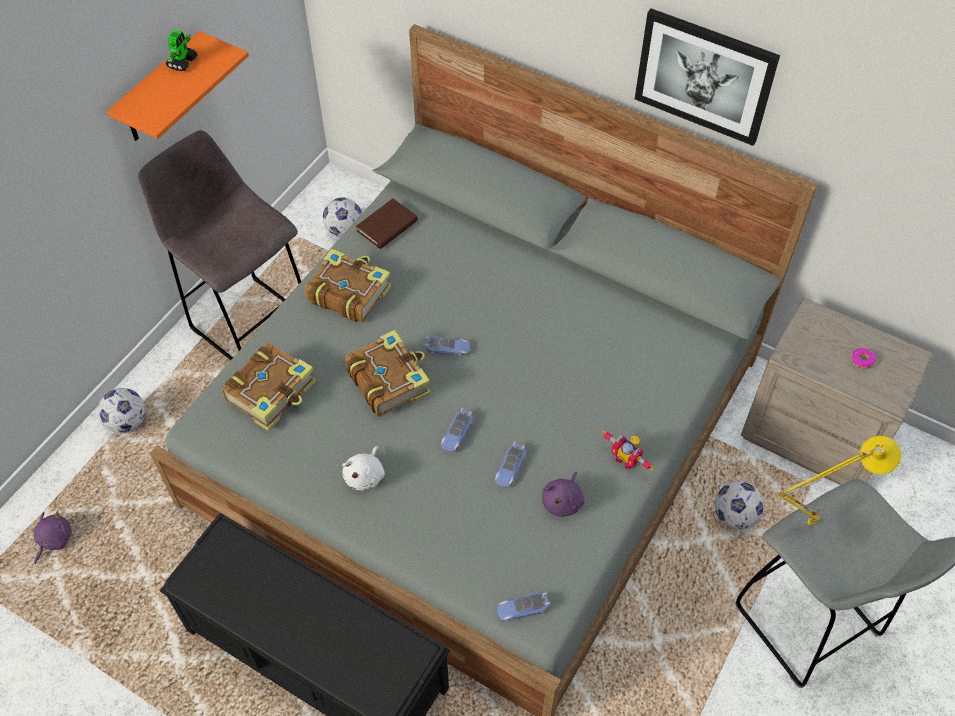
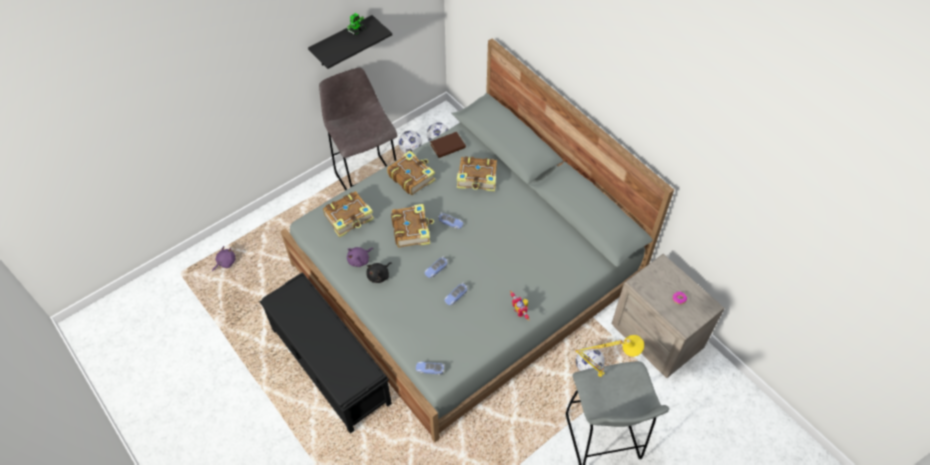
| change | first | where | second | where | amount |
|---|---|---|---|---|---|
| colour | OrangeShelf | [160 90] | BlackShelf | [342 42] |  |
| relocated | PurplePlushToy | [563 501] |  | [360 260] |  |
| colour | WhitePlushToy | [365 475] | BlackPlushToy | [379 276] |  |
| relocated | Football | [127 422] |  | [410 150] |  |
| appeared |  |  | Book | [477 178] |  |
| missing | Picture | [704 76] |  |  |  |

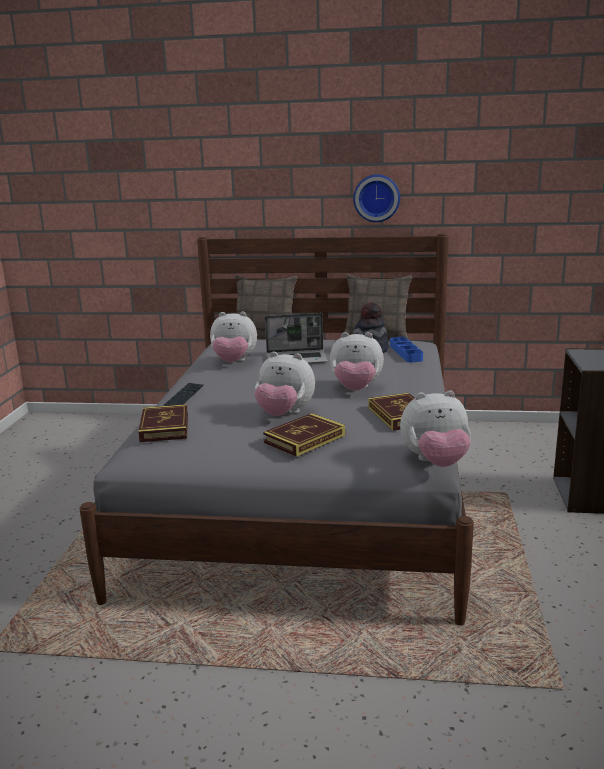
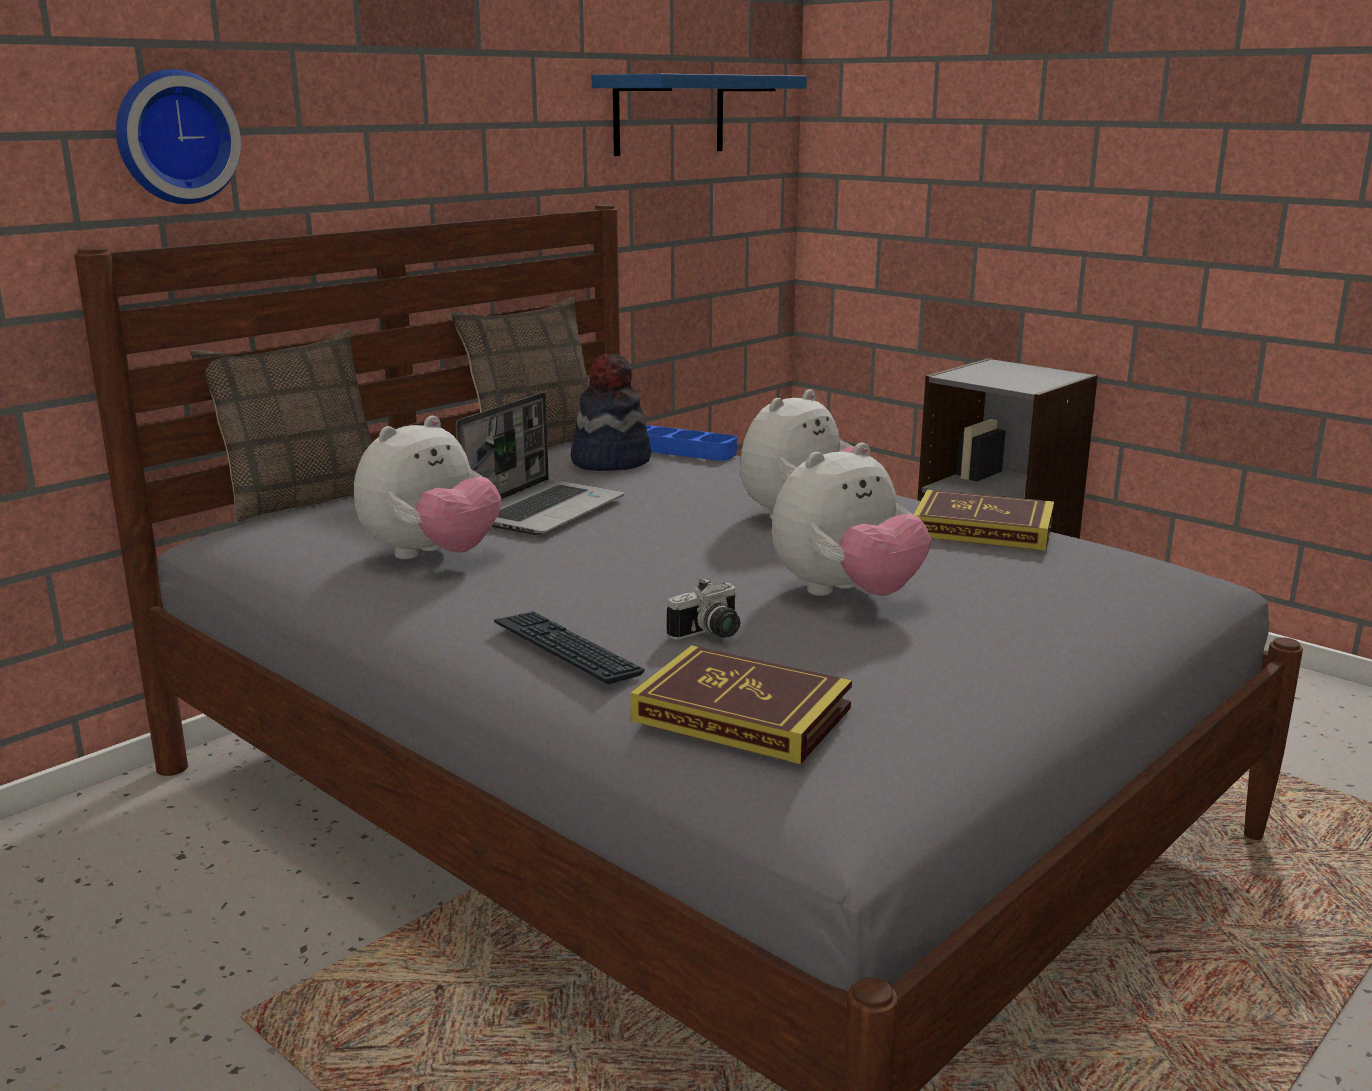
| change | first | where | second | where | amount |
|---|---|---|---|---|---|
| relocated | WallClock | [376 198] |  | [174 137] |  |
| appeared |  |  | BlueShelf | [669 114] |  |
| appeared |  |  | PhotoCamera | [710 634] |  |
| missing | Book | [304 439] |  |  |  |
| missing | PlushToy | [435 462] |  |  |  |

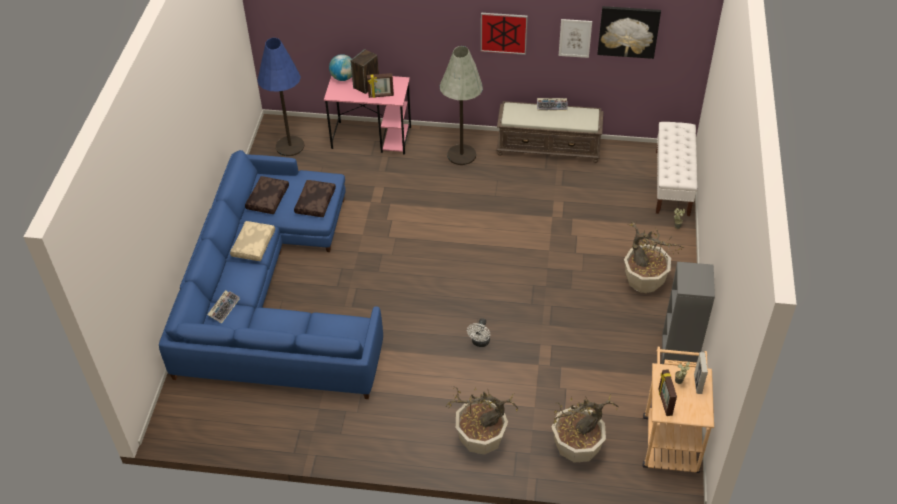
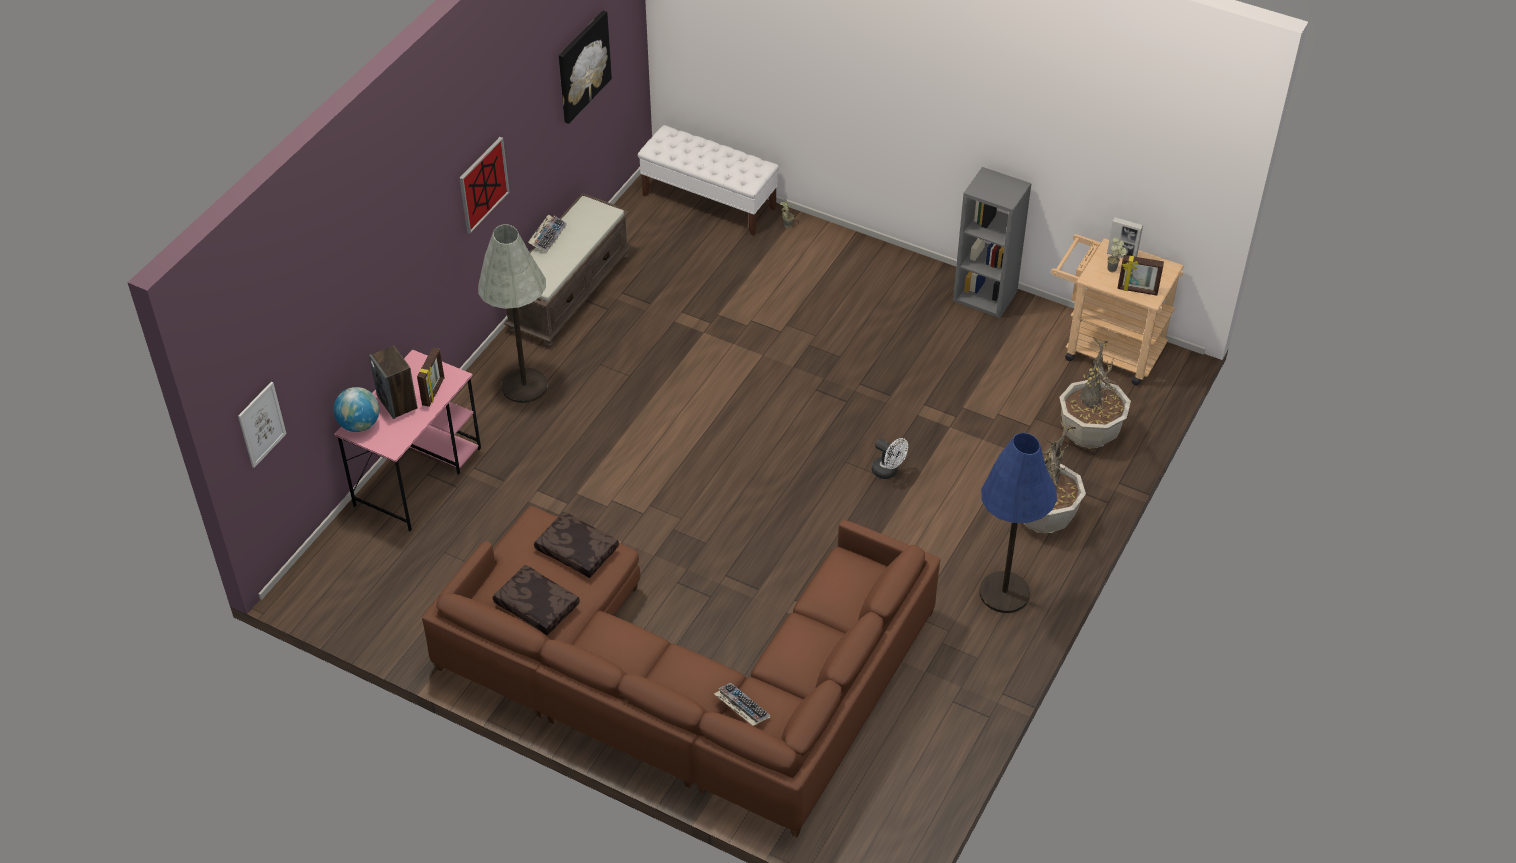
| change | first | where | second | where | amount |
|---|---|---|---|---|---|
| relocated | Picture | [575 38] |  | [261 424] |  |
| colour | BlueSofa | [271 294] | BrownSofa | [685 678] |  |
| relocated | BlueFloorLamp | [290 146] |  | [1004 593] |  |
| missing | BeigePillow | [253 244] |  |  |  |
| missing | PottedPlant | [644 282] |  |  |  |

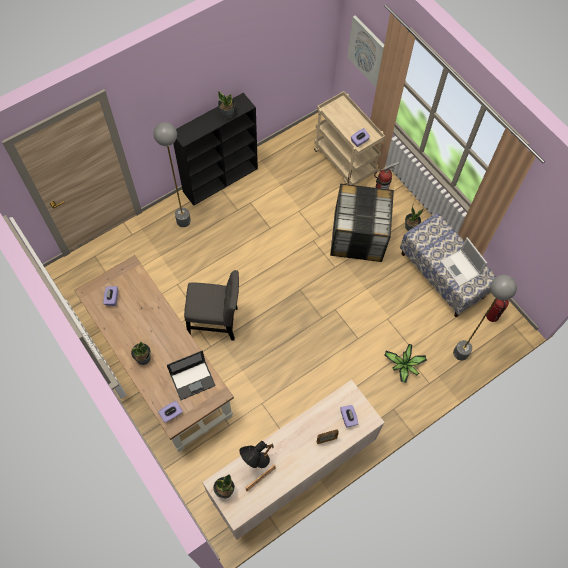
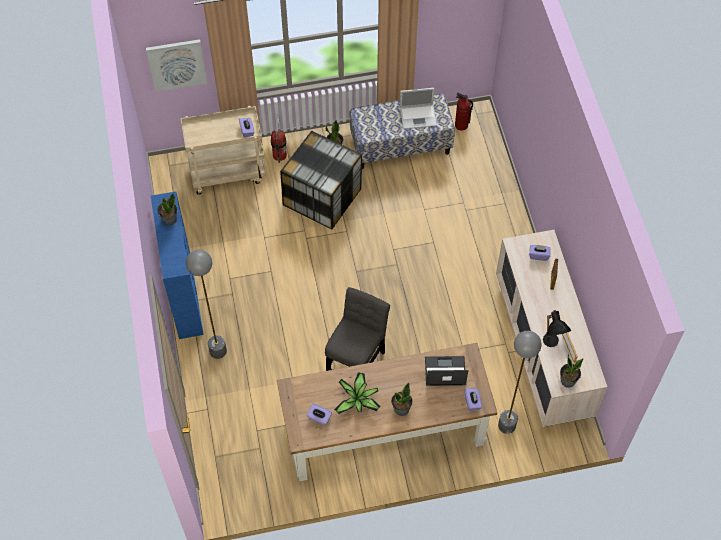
| change | first | where | second | where | amount |
|---|---|---|---|---|---|
| colour | BlackBookcase | [221 179] | BlueBookcase | [184 296] |  |
| relocated | PottedPlant | [404 365] |  | [358 400] |  |
| spun | Laptop | [193 379] |  | [444 371] | 90 degrees counterclockwise |
| relocated | GreyFloorLamp | [460 353] |  | [506 425] |  |

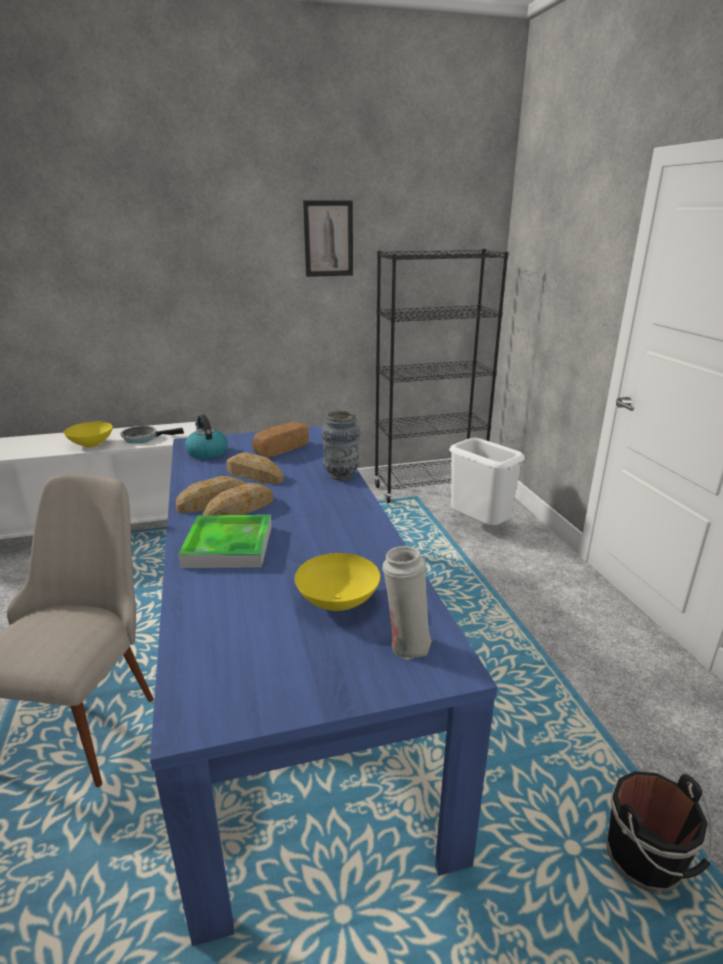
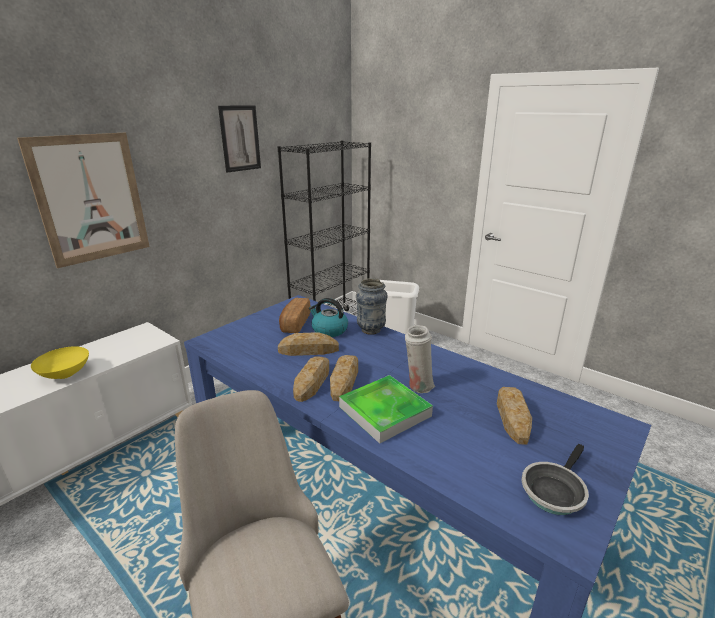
| change | first | where | second | where | amount |
|---|---|---|---|---|---|
| appeared |  |  | Picture | [91 199] |  |
| relocated | Kettle | [207 452] |  | [329 330] |  |
| relocated | WhiteVase | [406 644] |  | [418 386] |  |
| exchanged | YellowBowl | [337 602] | Bread | [512 417] |  |
| relocated | FryingPan | [143 438] |  | [553 490] |  |
| missing | BlackBucket | [646 862] |  |  |  |

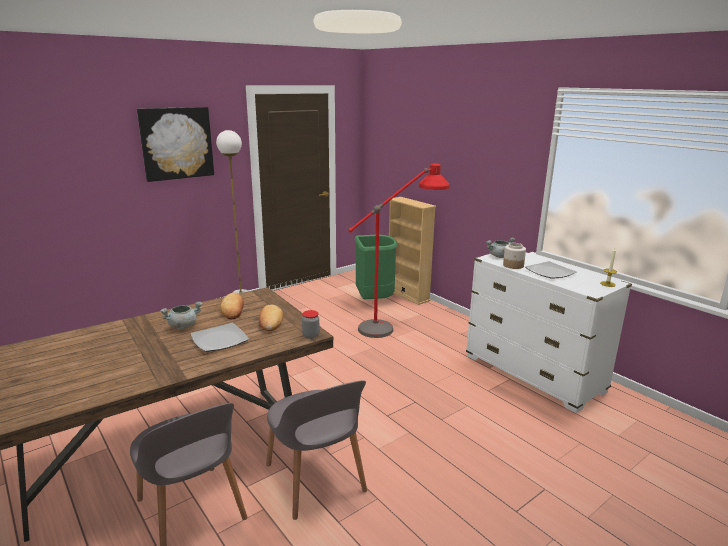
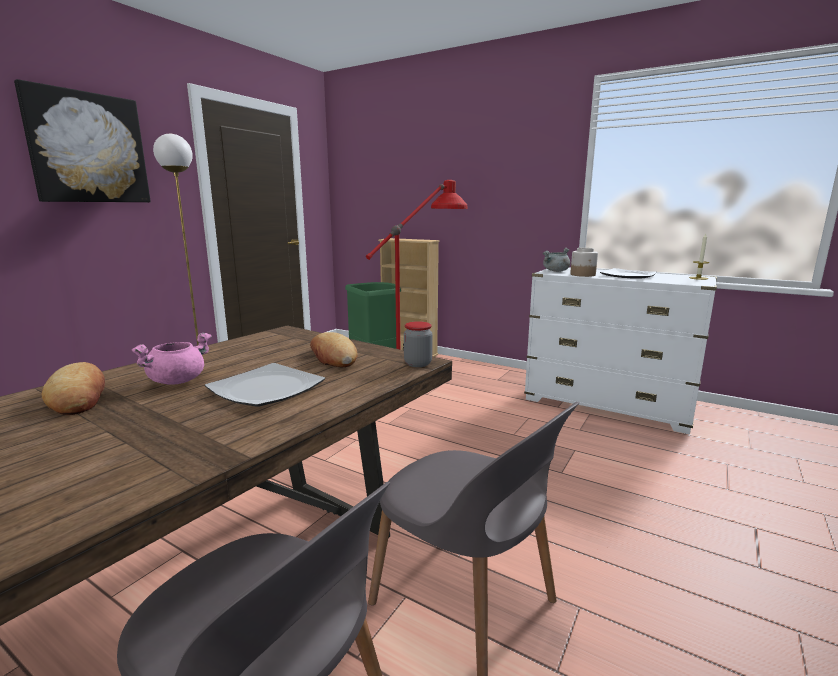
| change | first | where | second | where | amount |
|---|---|---|---|---|---|
| relocated | Bread | [233 309] |  | [79 396] |  |
| colour | GreyCookingPot | [183 326] | PinkCookingPot | [177 381] |  |

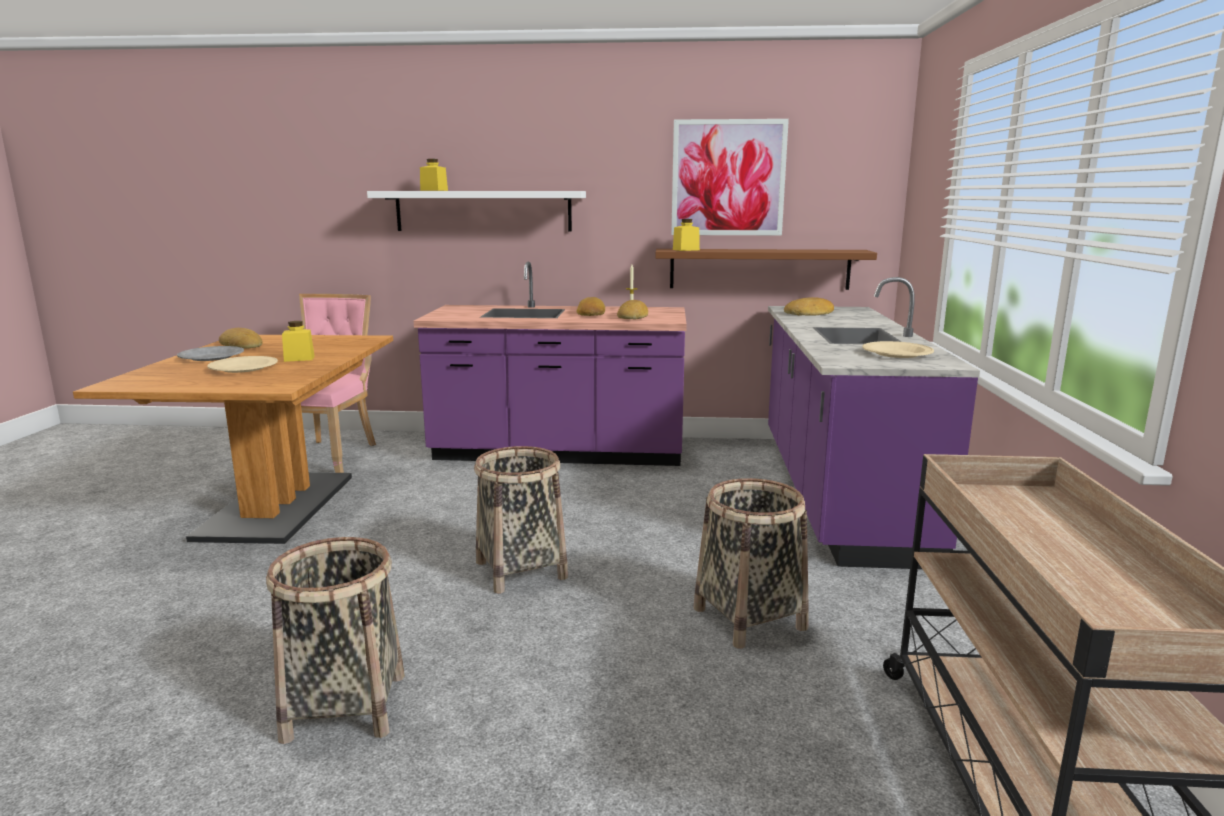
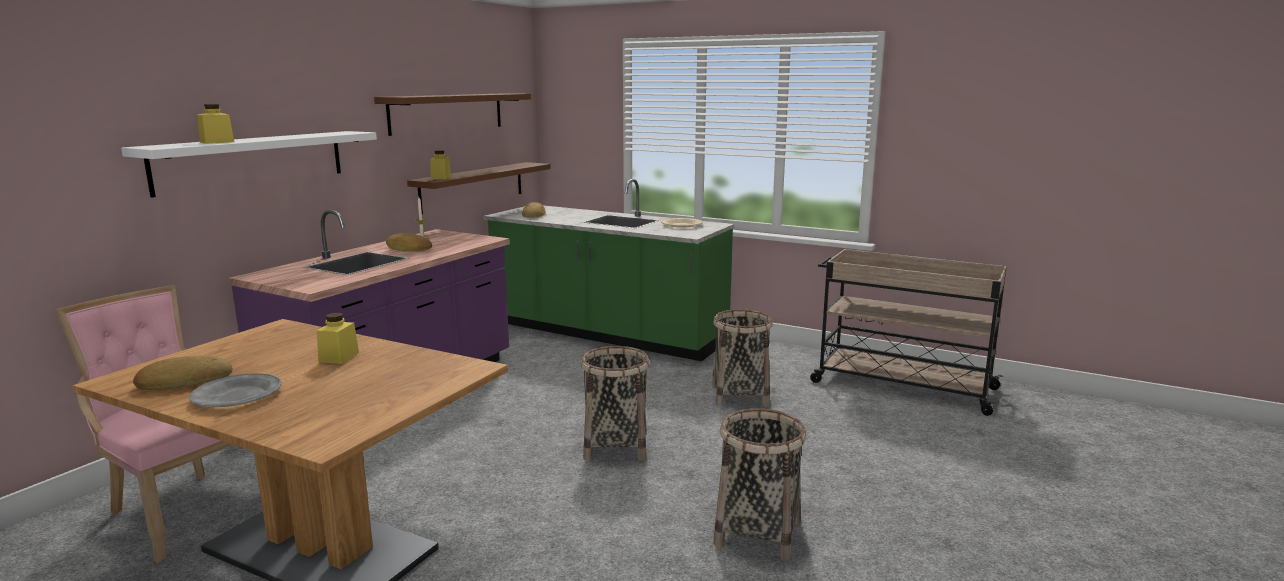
| change | first | where | second | where | amount |
|---|---|---|---|---|---|
| exchanged | Picture | [728 178] | BrownShelf | [447 113] |  |
| colour | PurpleCounter | [836 492] | GreenCounter | [606 334] |  |
| missing | BeigePlate | [243 368] |  |  |  |
| missing | Bread | [633 316] |  |  |  |

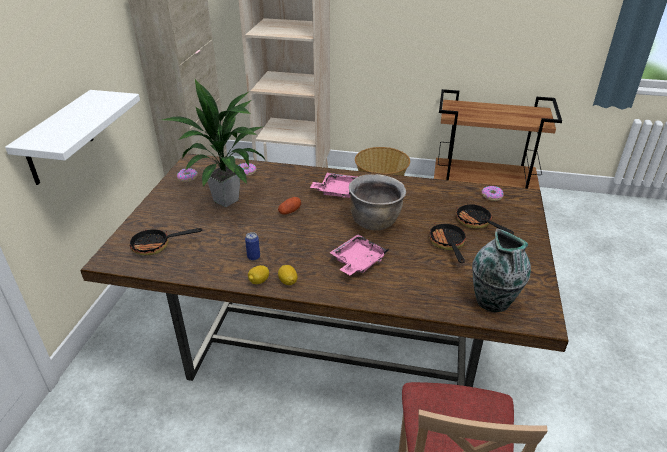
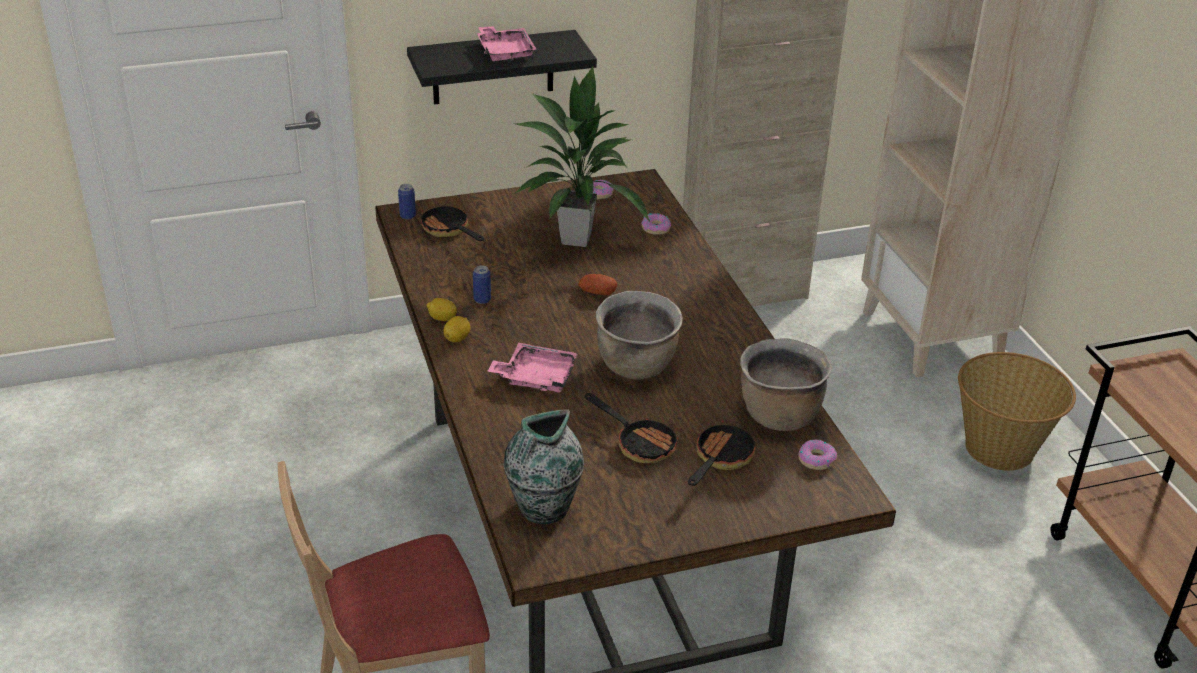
| change | first | where | second | where | amount |
|---|---|---|---|---|---|
| appeared |  |  | Can | [407 216] |  |
| colour | WhiteShelf | [59 138] | BlackShelf | [493 67] |  |
| relocated | PinkTray | [338 191] |  | [505 52] |  |
| spun | FryingPan | [448 244] |  | [639 443] | 75 degrees clockwise |
| appeared |  |  | BrownCookingPot | [778 415] |  |

